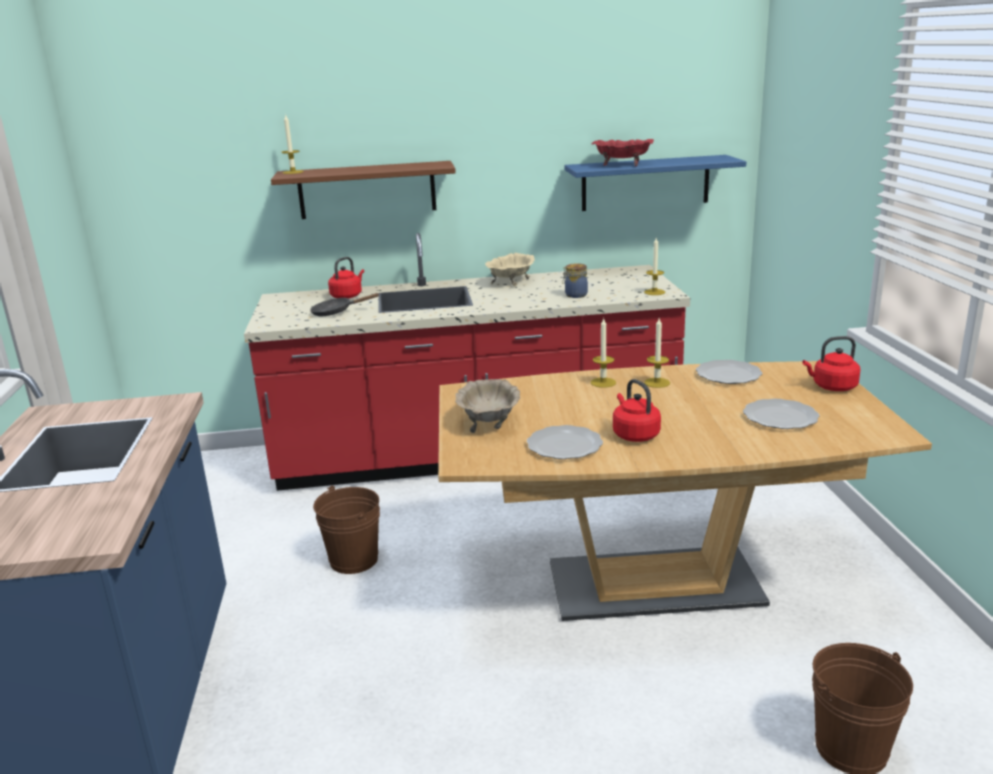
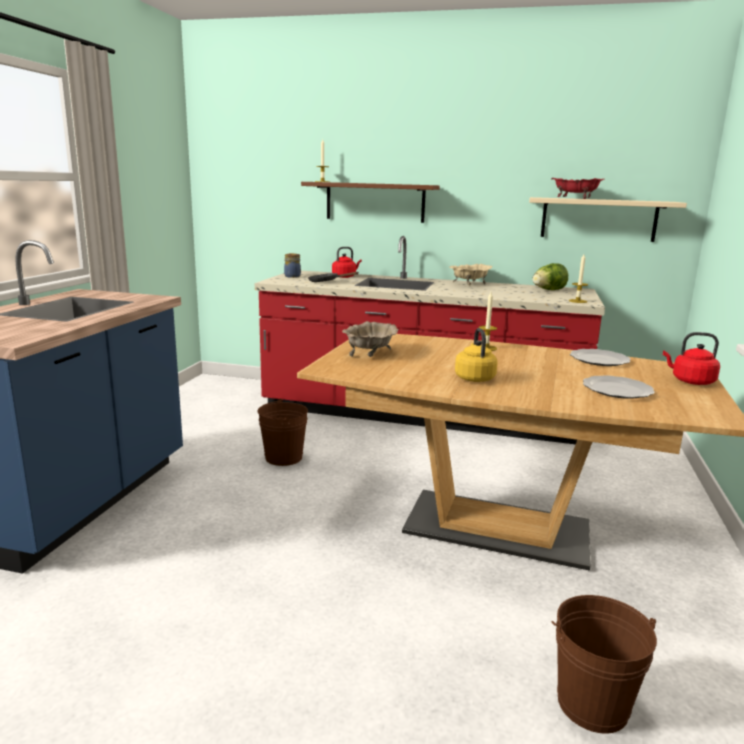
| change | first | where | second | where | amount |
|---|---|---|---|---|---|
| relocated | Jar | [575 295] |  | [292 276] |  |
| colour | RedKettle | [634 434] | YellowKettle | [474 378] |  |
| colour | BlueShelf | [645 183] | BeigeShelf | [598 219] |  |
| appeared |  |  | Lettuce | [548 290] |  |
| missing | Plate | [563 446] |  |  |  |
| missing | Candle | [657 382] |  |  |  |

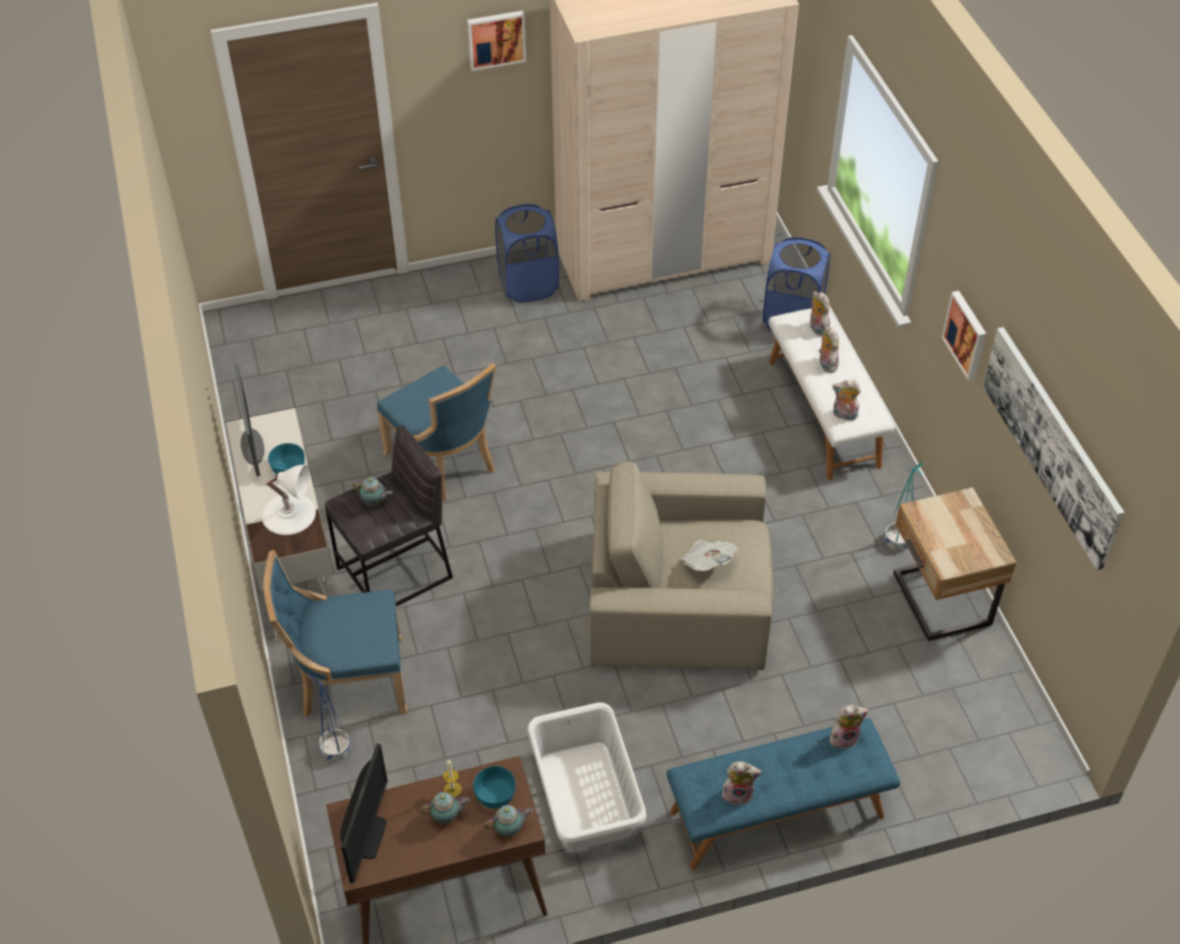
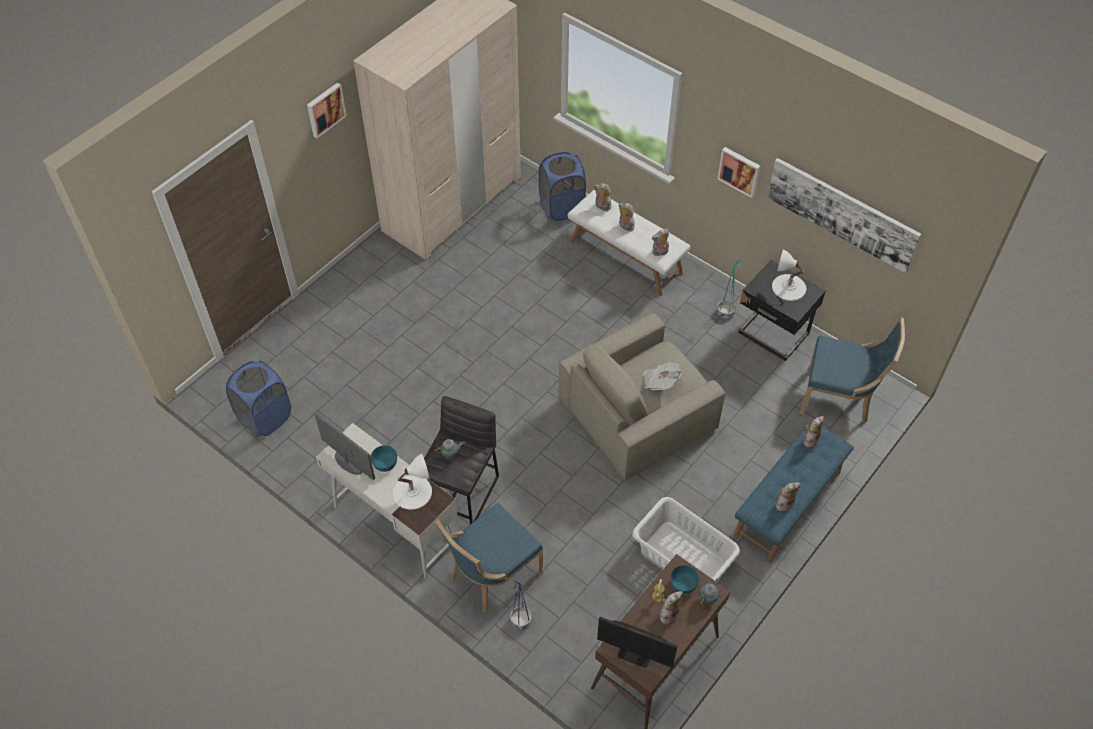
| change | first | where | second | where | amount |
|---|---|---|---|---|---|
| relocated | BlueLaundryBasket | [528 285] |  | [265 417] |  |
| spun | Monitor | [367 836] |  | [635 653] | 135 degrees clockwise |
| exchanged | Teapot | [447 817] | PlushToy | [668 613] |  |
| colour | BeigeNightstand | [938 601] | BlackNightstand | [772 335] |  |
| appeared |  |  | WhiteTableLamp | [788 287] |  |
| relocated | BlueChair | [445 462] |  | [839 397] |  |

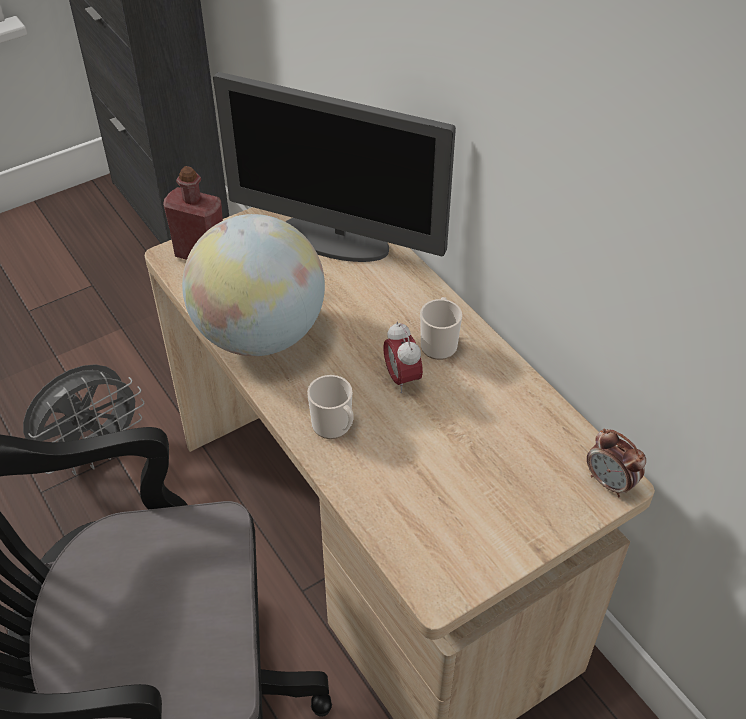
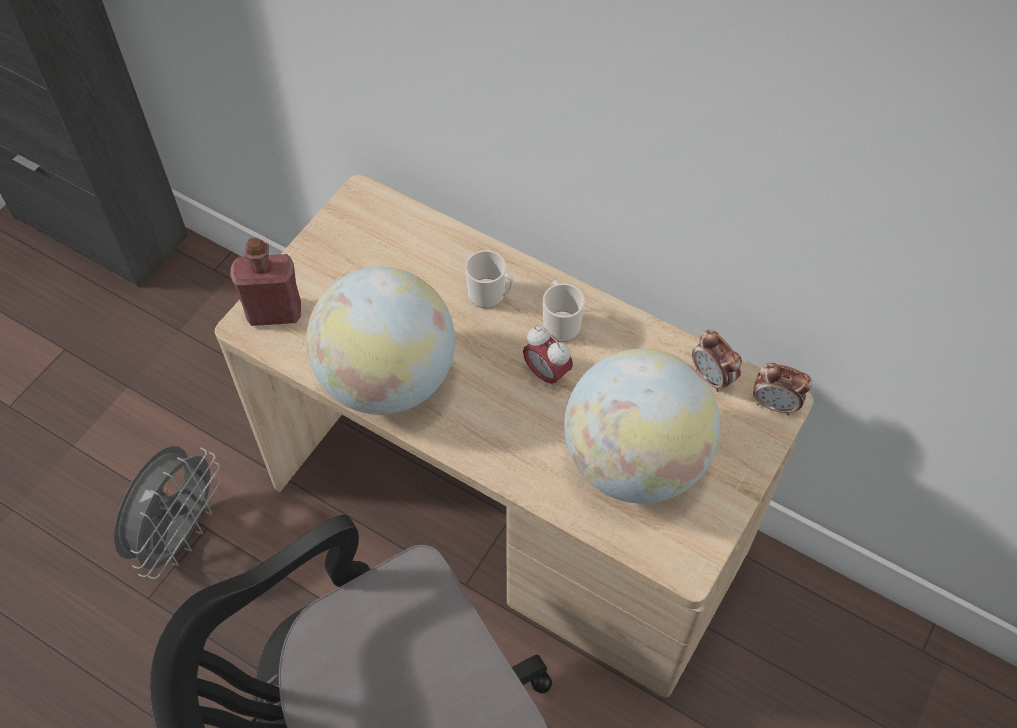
| change | first | where | second | where | amount |
|---|---|---|---|---|---|
| relocated | Mug | [334 427] |  | [490 295] |  |
| appeared |  |  | Globe | [634 461] |  |
| appeared |  |  | AlarmClock | [712 378] |  |
| missing | Monitor | [336 240] |  |  |  |

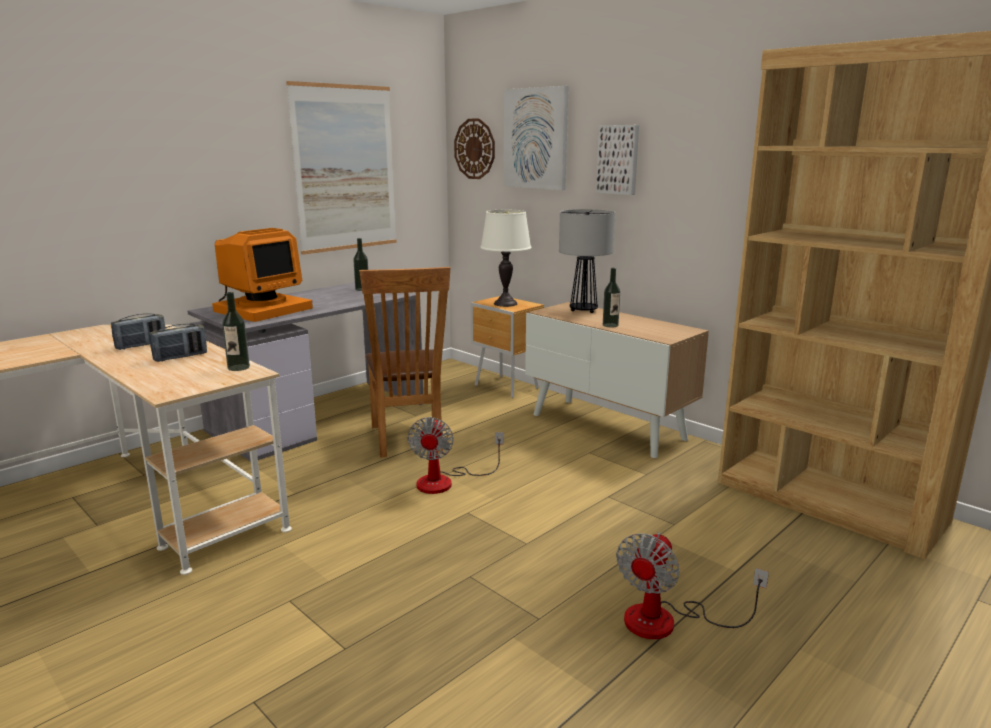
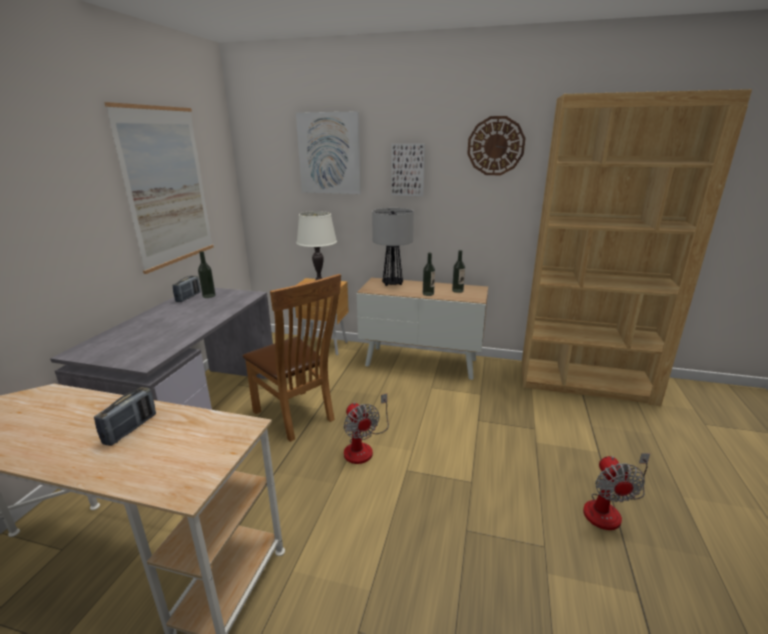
| change | first | where | second | where | amount |
|---|---|---|---|---|---|
| relocated | Radio | [141 345] |  | [188 297] |  |
| relocated | Bottle | [238 367] |  | [457 291] |  |
| relocated | WallClock | [475 149] |  | [495 146] |  |
| missing | Monitor | [262 309] |  |  |  |

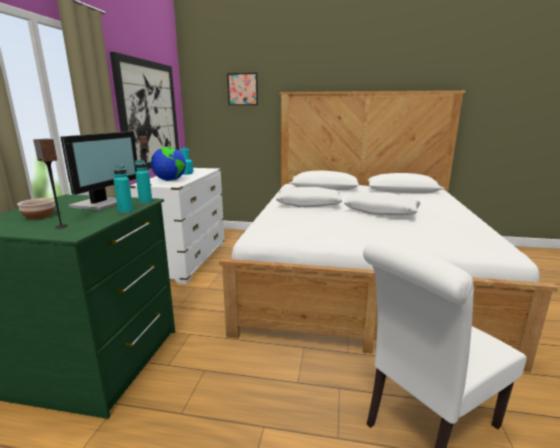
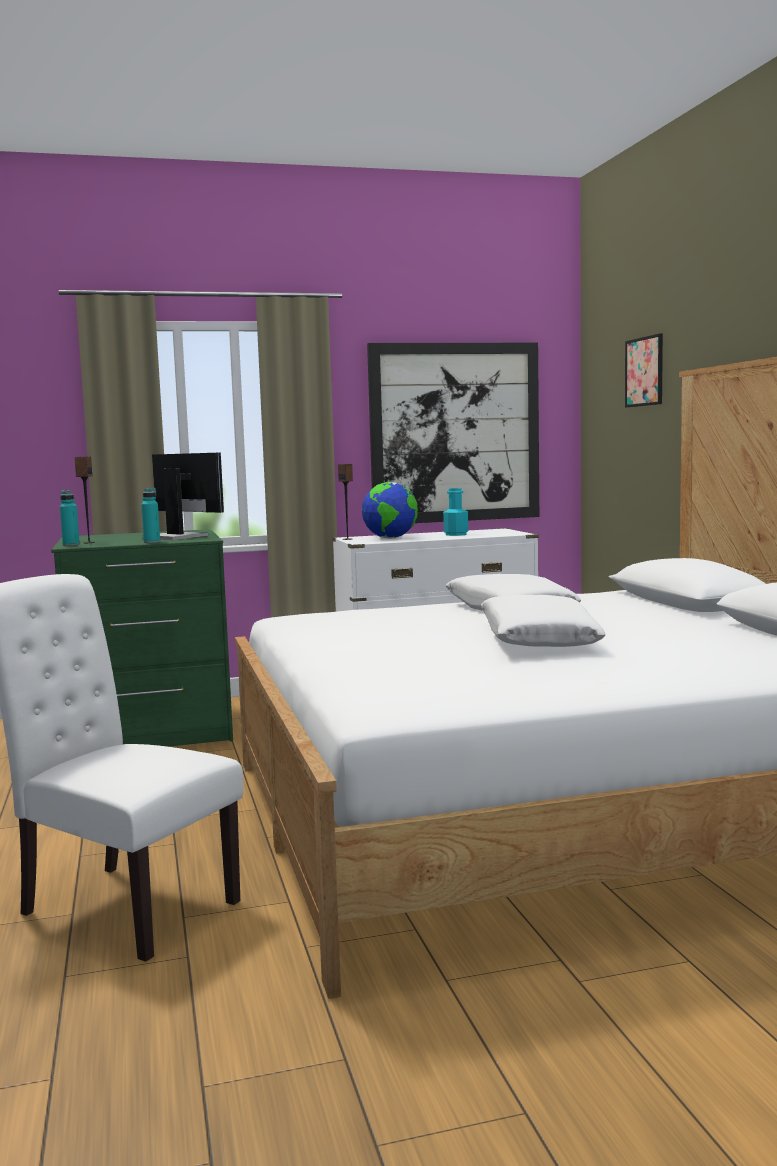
| change | first | where | second | where | amount |
|---|---|---|---|---|---|
| relocated | TurquoiseBottle | [145 202] |  | [71 545] |  |
| spun | Monitor | [102 204] |  | [177 536] | 135 degrees counterclockwise |
| missing | Bowl | [39 216] |  |  |  |

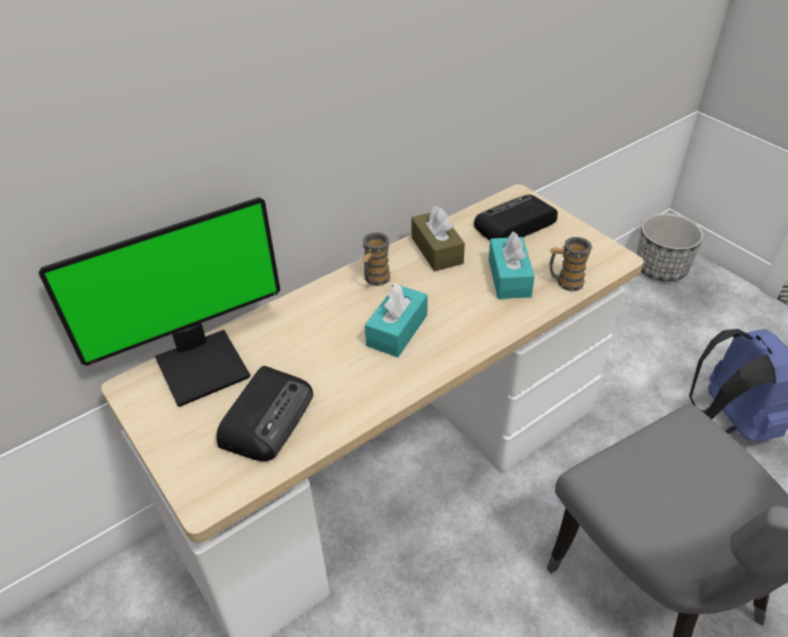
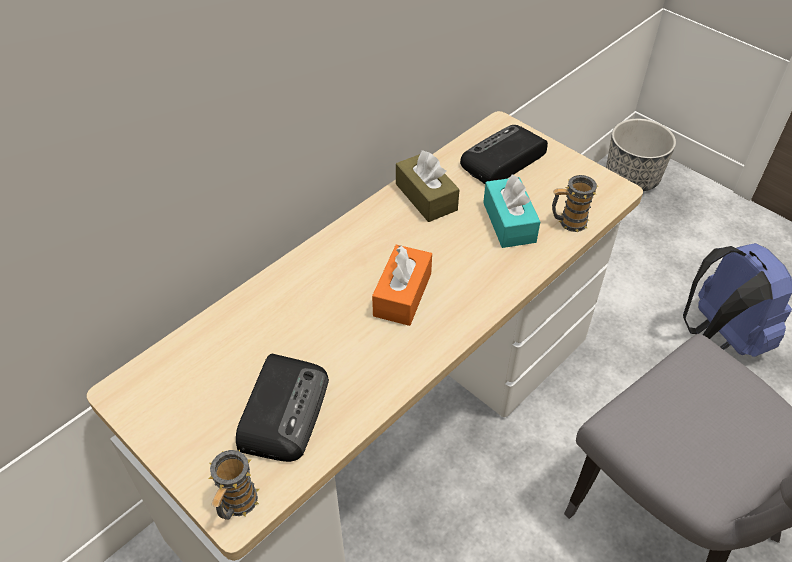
| change | first | where | second | where | amount |
|---|---|---|---|---|---|
| relocated | Mug | [375 280] |  | [236 506] |  |
| colour | TurquoiseTissueBox | [397 330] | OrangeTissueBox | [402 294] |  |
| missing | Monitor | [202 364] |  |  |  |

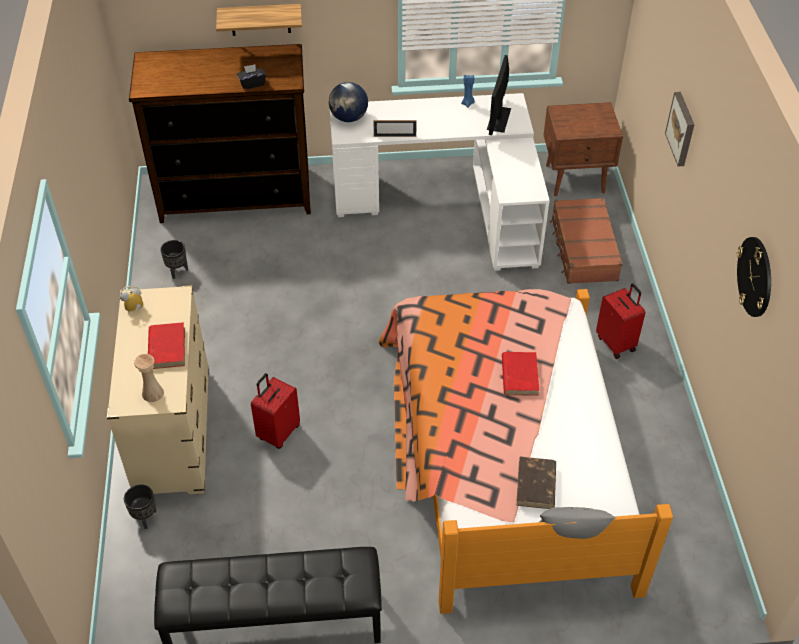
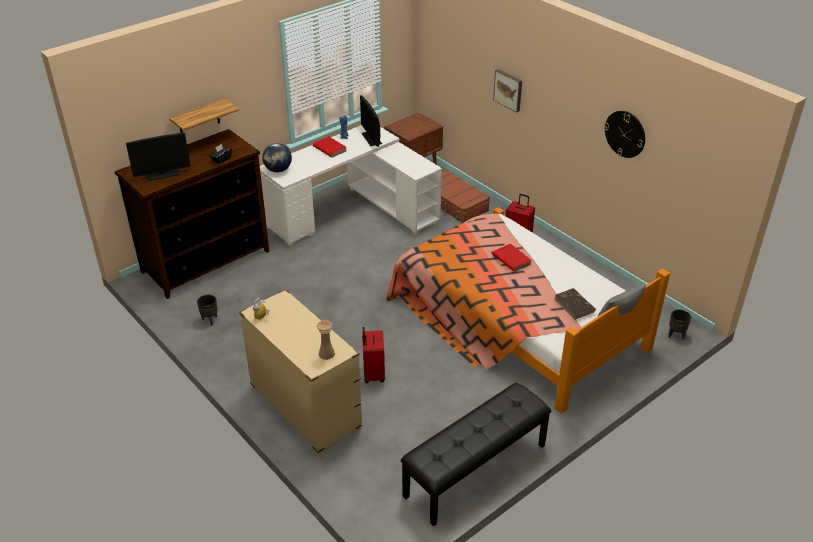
| change | first | where | second | where | amount |
|---|---|---|---|---|---|
| appeared |  |  | Monitor | [162 174] |  |
| relocated | RedBook | [166 347] |  | [329 148] |  |
| relocated | BlackPlanter | [145 518] |  | [676 335] |  |
| missing | PictureFrame | [395 136] |  |  |  |

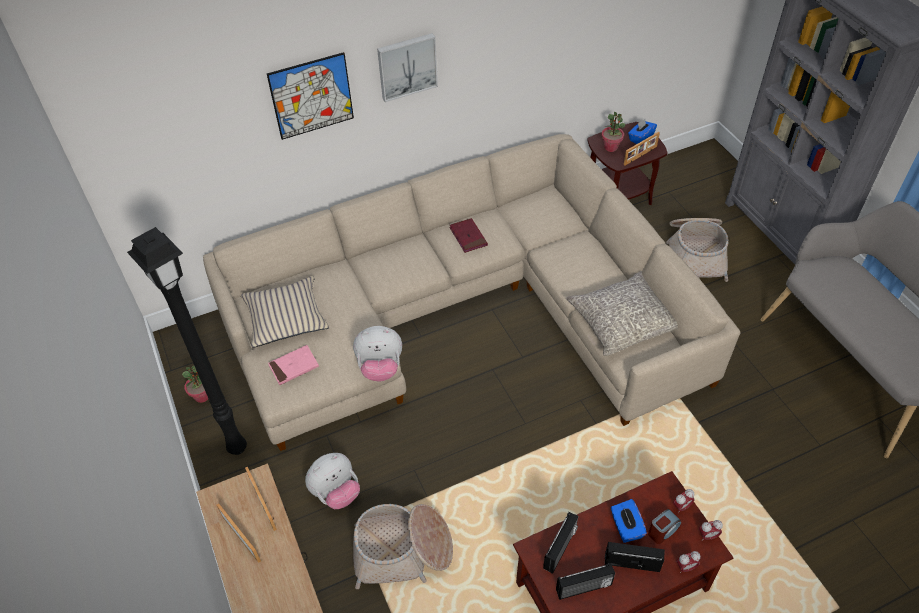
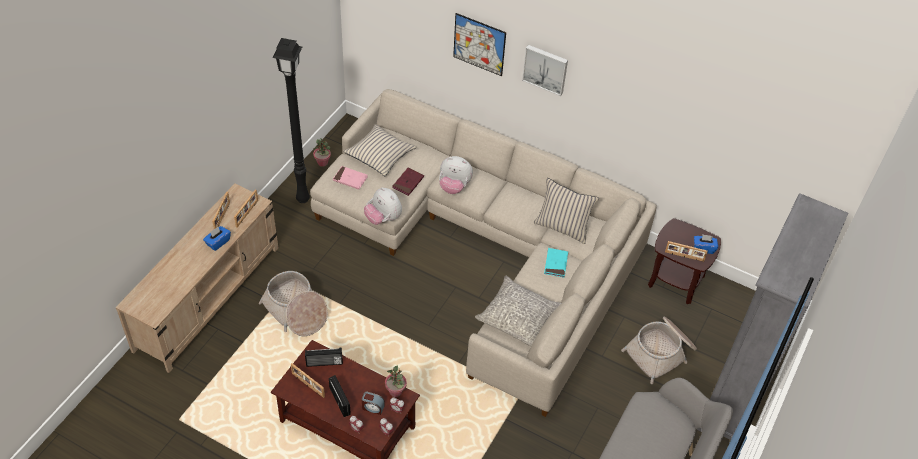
| change | first | where | second | where | amount |
|---|---|---|---|---|---|
| relocated | BlueTissueBox | [626 527] |  | [218 242] |  |
| exchanged | Radio | [584 588] | PictureFrame | [307 385] |  |
| relocated | PottedPlant | [611 147] |  | [395 391] |  |
| relocated | RedBook | [468 237] |  | [408 183] |  |
| relocated | PlushToy | [336 493] |  | [454 186] |  |
| appeared |  |  | BeigePillow | [562 227] |  |
| appeared |  |  | TurquoiseBook | [556 264] |  |

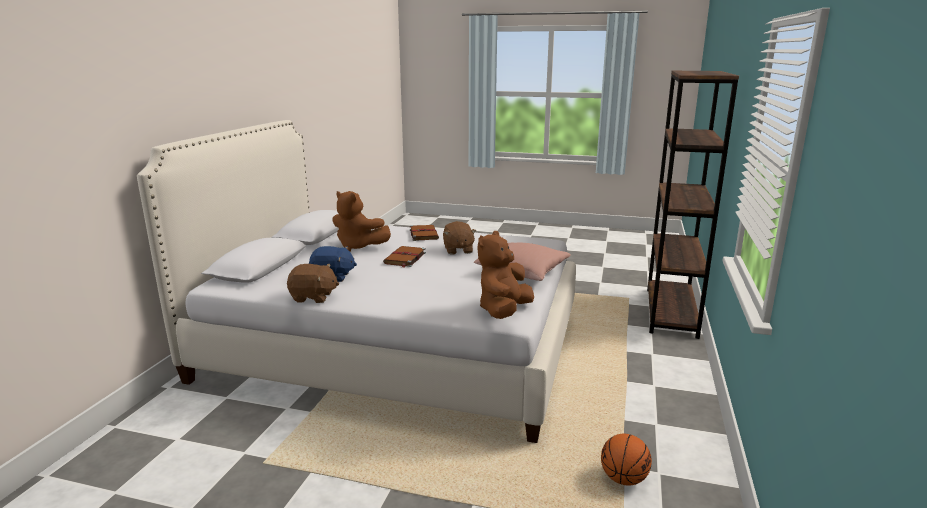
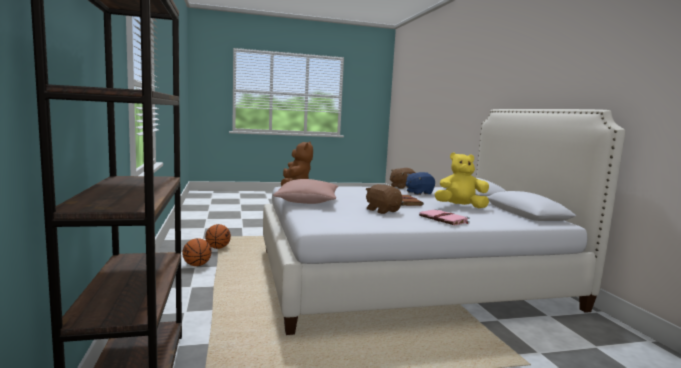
| change | first | where | second | where | amount |
|---|---|---|---|---|---|
| appeared |  |  | Basketball | [197 265] |  |
| colour | BrownBook | [423 234] | PinkBook | [444 219] |  |
| colour | BrownPlushToy | [358 247] | YellowPlushToy | [460 207] |  |

